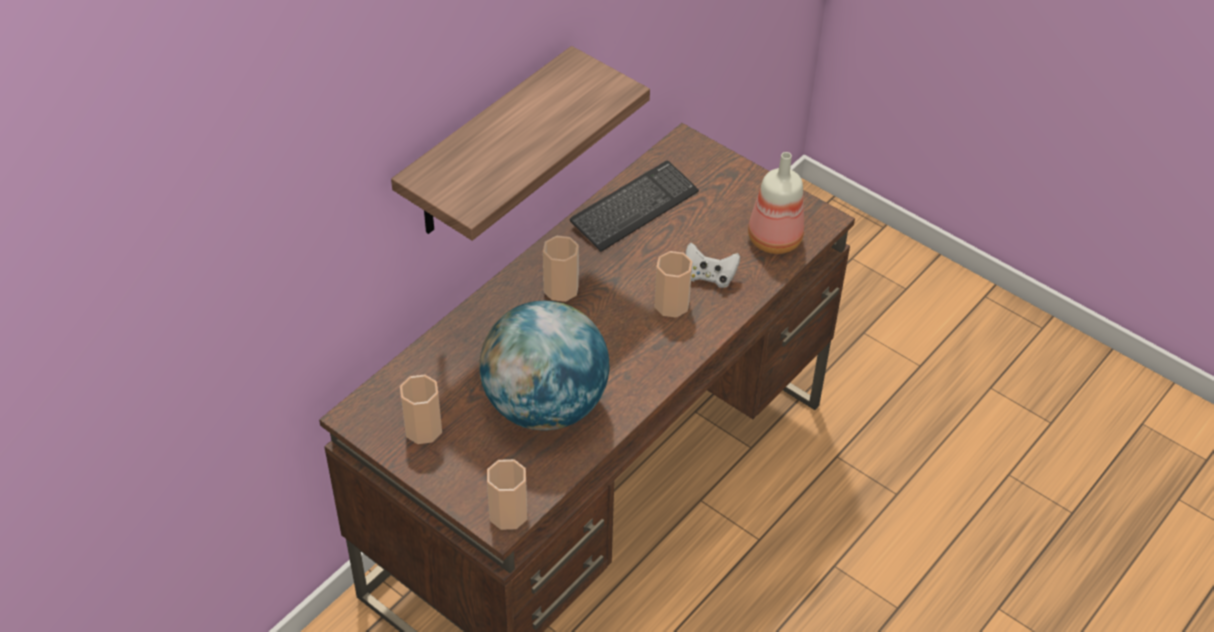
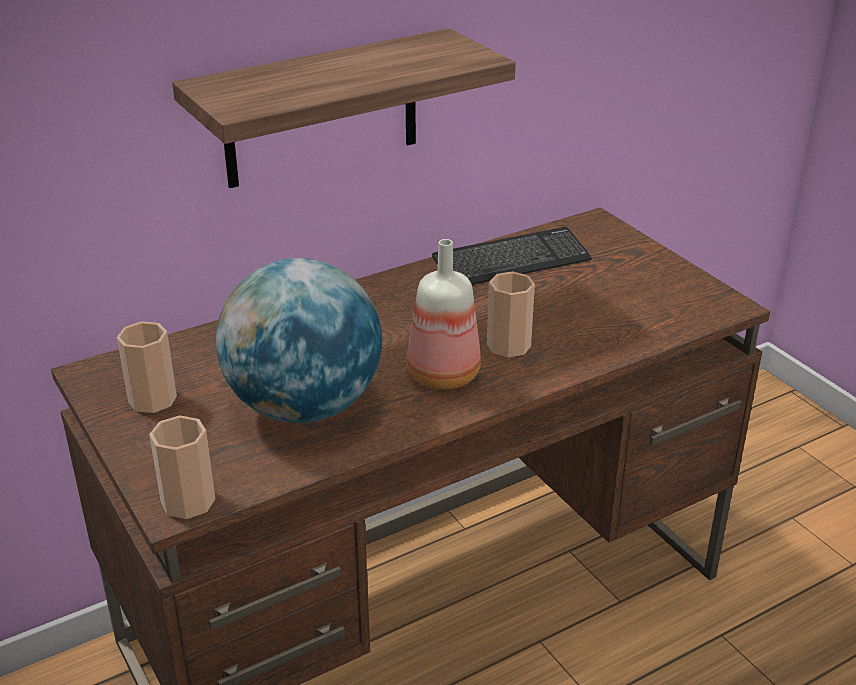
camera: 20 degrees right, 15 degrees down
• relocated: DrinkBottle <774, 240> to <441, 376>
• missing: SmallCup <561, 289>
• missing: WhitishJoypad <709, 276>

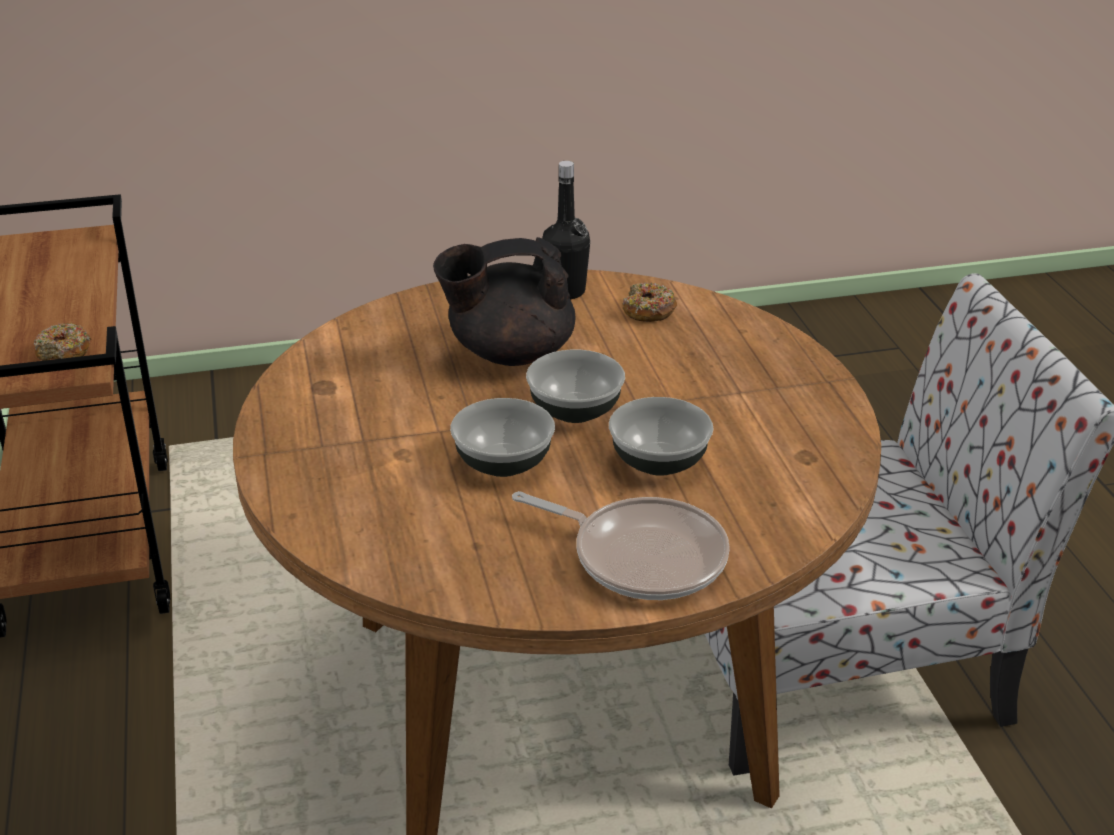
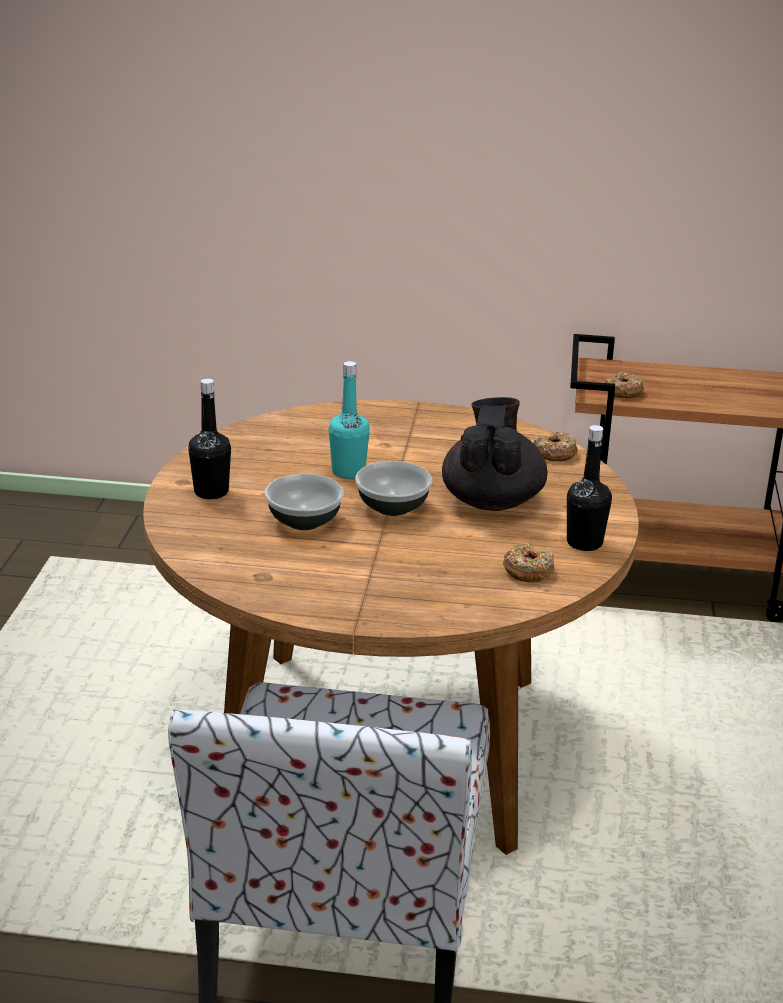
camera: 110 degrees right, 5 degrees down
• exchanged: FryingPan <641, 556> to BlackDrinkBottle <211, 492>
• exchanged: ServingBowl <502, 462> to BlueGreenDrinkBottle <348, 472>
• appeared: Donut <554, 453>

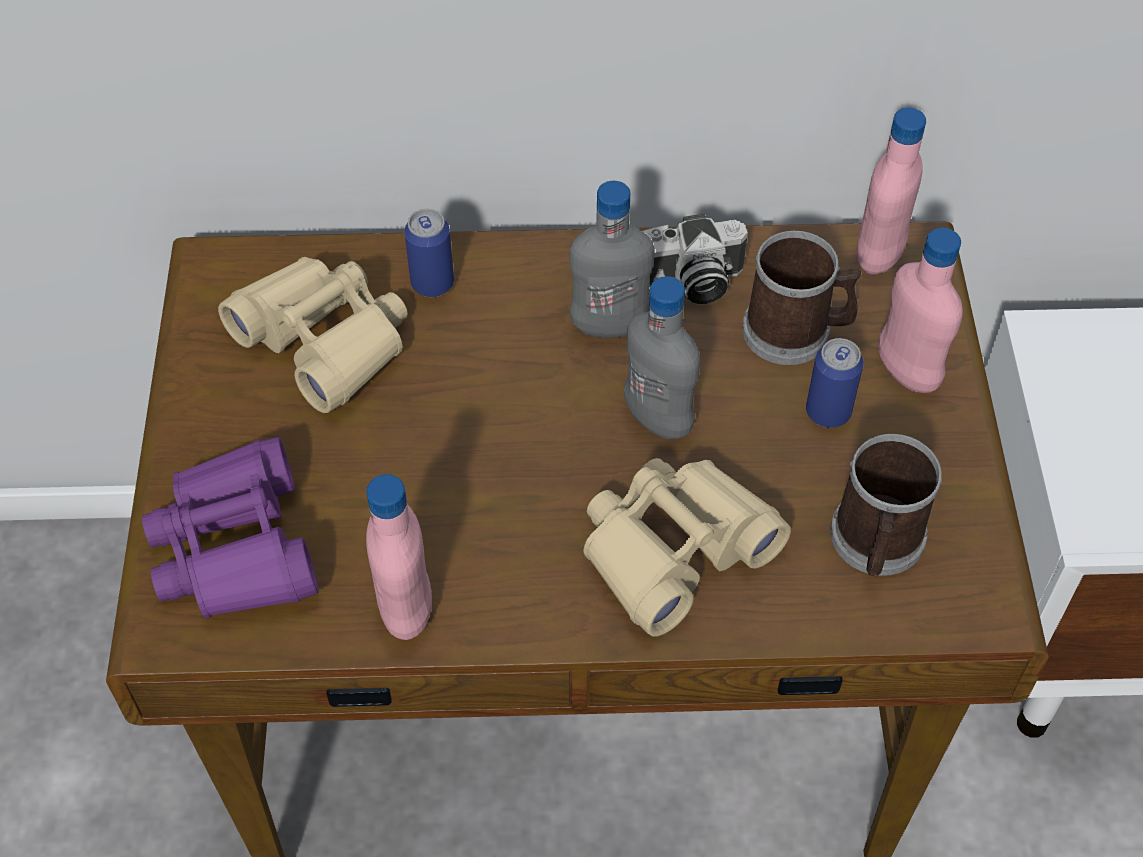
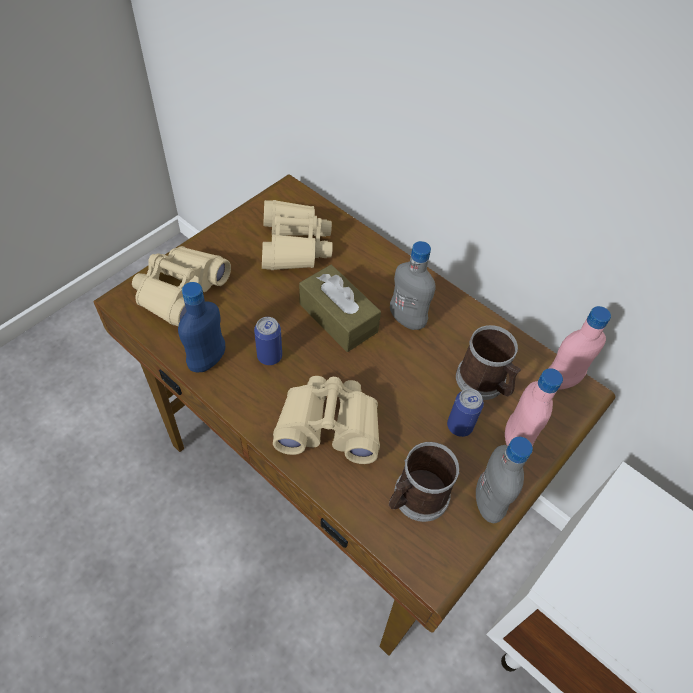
camera: 40 degrees right, 0 degrees up
• colour: PurpleBinoculars <235, 547> to BeigeBinoculars <180, 291>
• colour: PinkishDrinkBottle <406, 608> to BlueDrinkBottle <208, 360>
• relocated: MetalCan <432, 283> to <269, 356>
• appeared: BrownishTissueHolder <338, 318>
• relocated: GreyDrinkBottle <658, 419> to <488, 502>
• missing: PhotoCamera <687, 284>

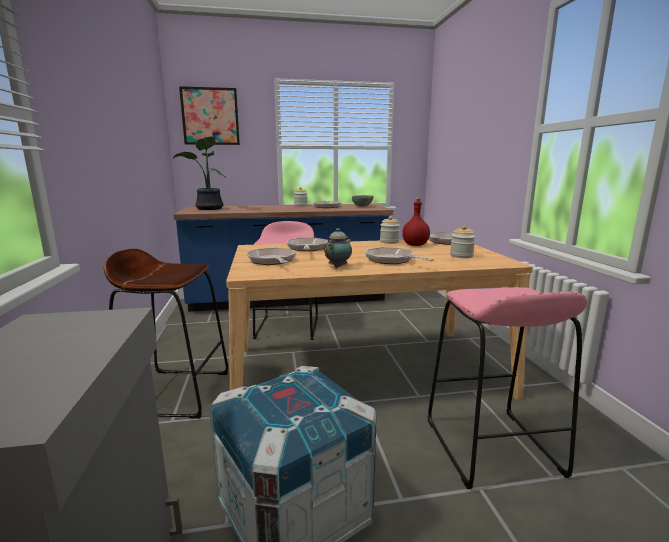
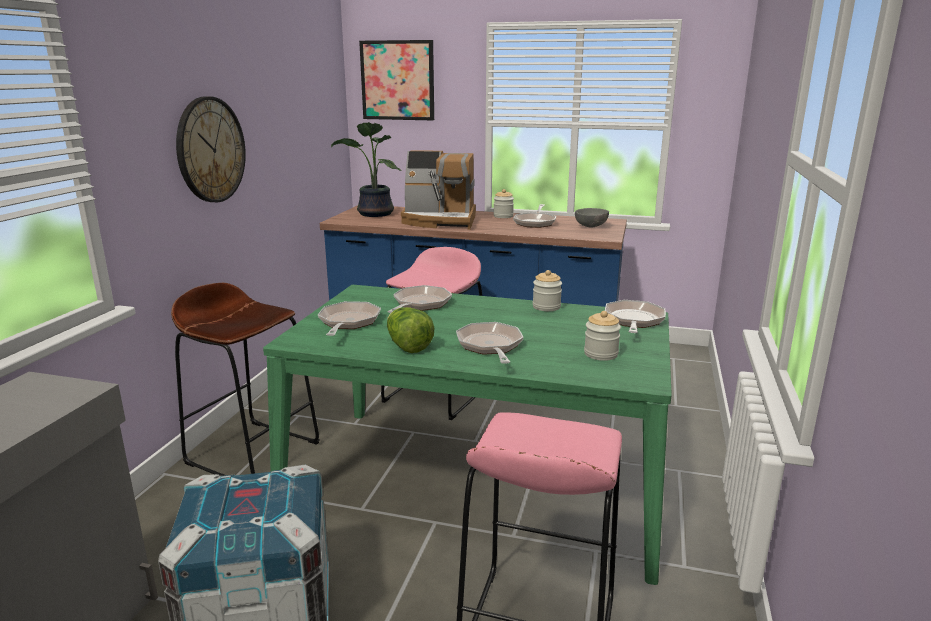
camera: 25 degrees right, 5 degrees up
• appeared: HangingClock <210, 150>
• colour: BeigeKitchenTable <365, 371> to GreenColouredKitchenTable <477, 482>
• exchanged: TeaPot <339, 267> to LettuceHead <408, 346>
• appeared: CoffeeBrewer <440, 221>
• missing: RedColouredDrinkBottle <415, 245>

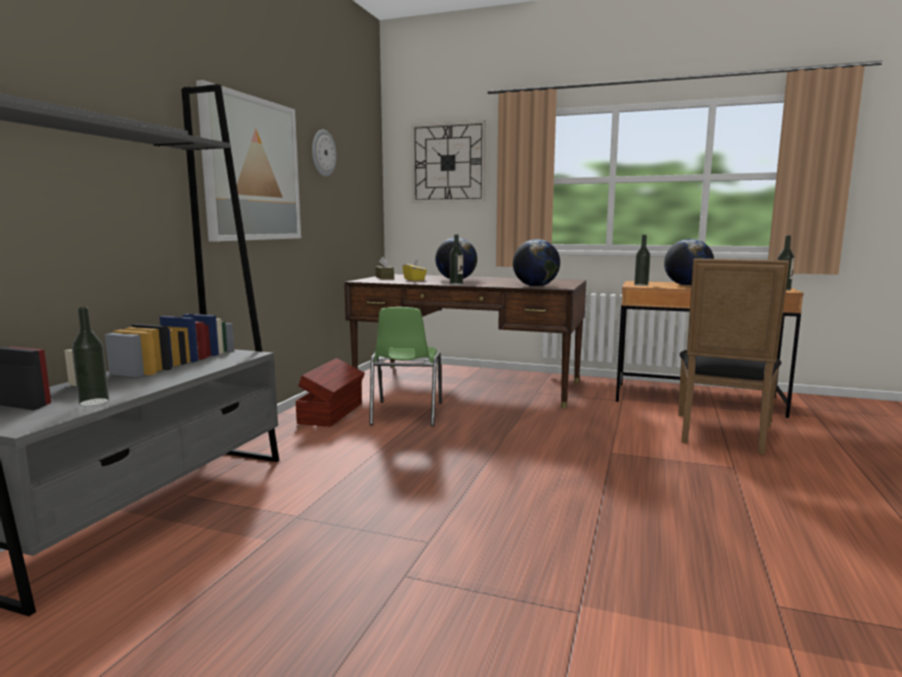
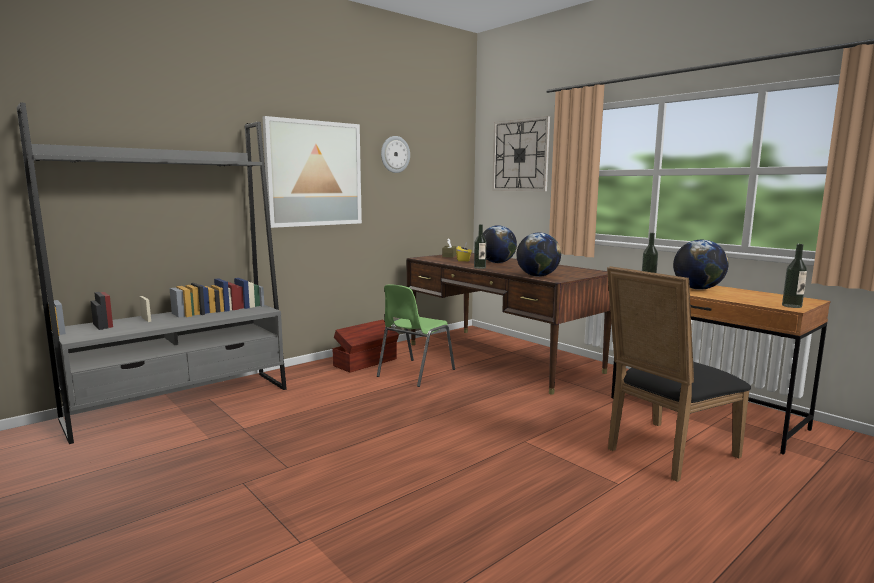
camera: 30 degrees right, 0 degrees up
• missing: DrinkBottle <94, 402>

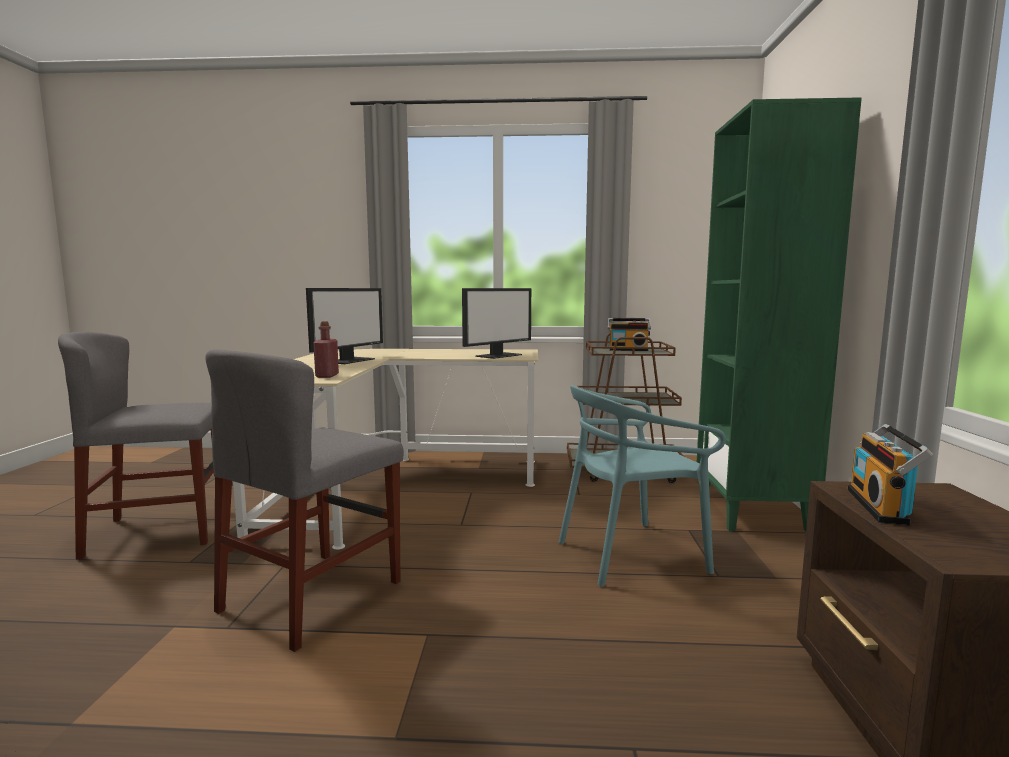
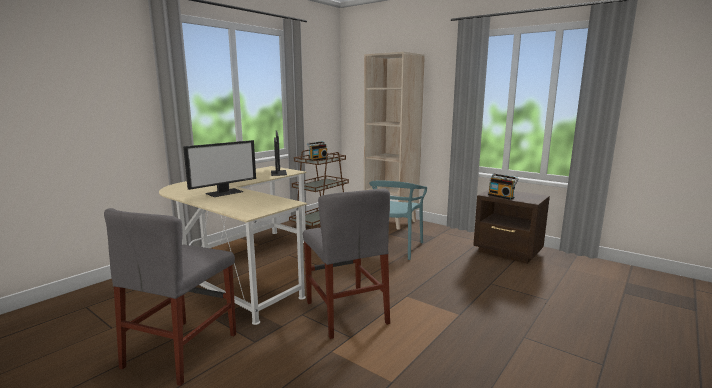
camera: 55 degrees left, 5 degrees up
• spun: ComputerDisplay <349, 360> = <224, 192> 75 degrees clockwise
• colour: GreenColouredShelvingUnit <753, 512> to BeigeShelvingUnit <391, 221>
• missing: RedColouredDrinkBottle <327, 376>

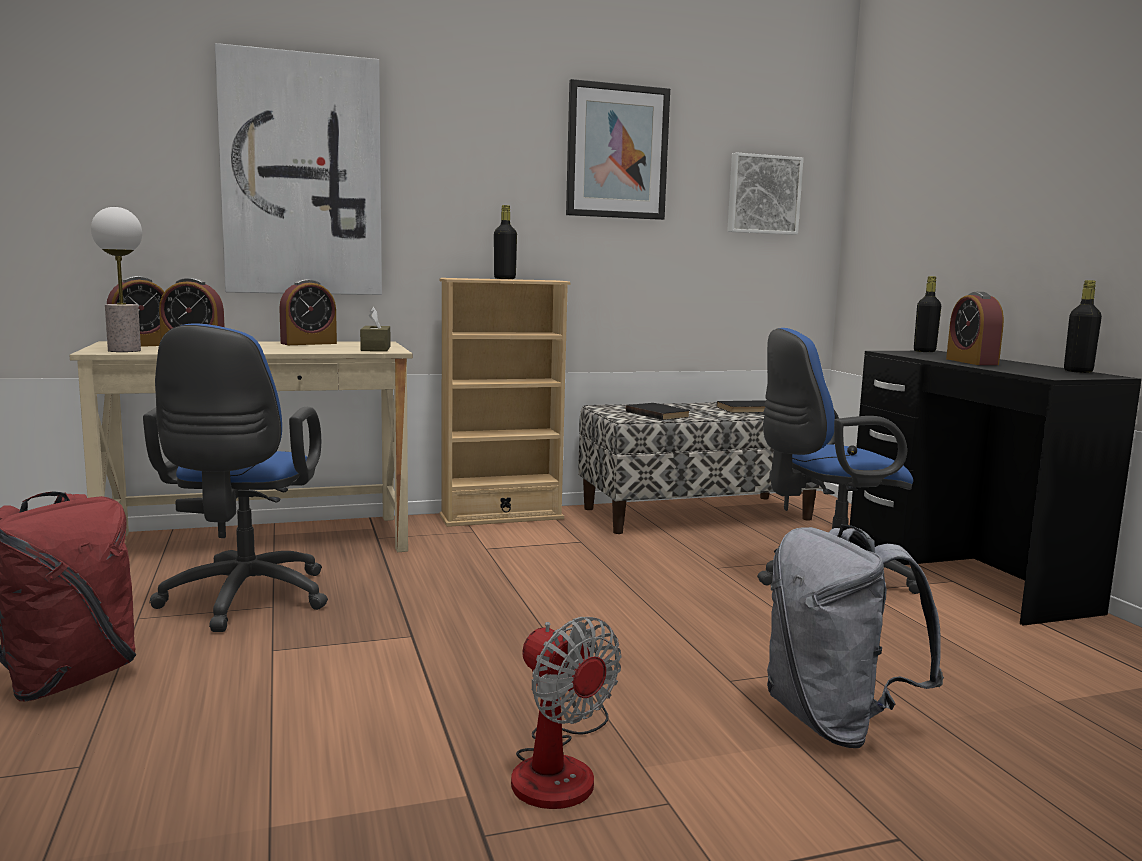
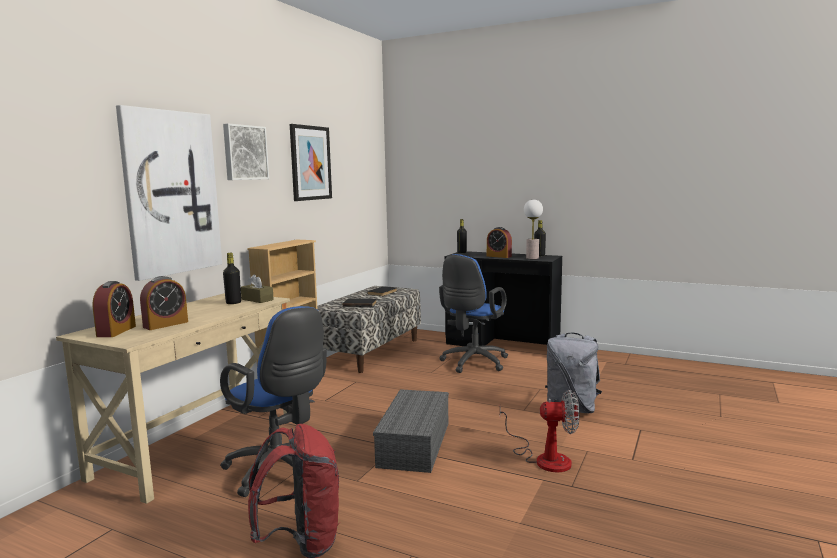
camera: 45 degrees left, 0 degrees up
• relocated: Picture <763, 194> to <244, 152>
• relocated: BlackDrinkBottle <504, 278> to <233, 303>
• appeared: GreyStorageBox <415, 445>
• relocated: LampForATable <124, 350> to <532, 258>
• missing: TableClock <308, 343>

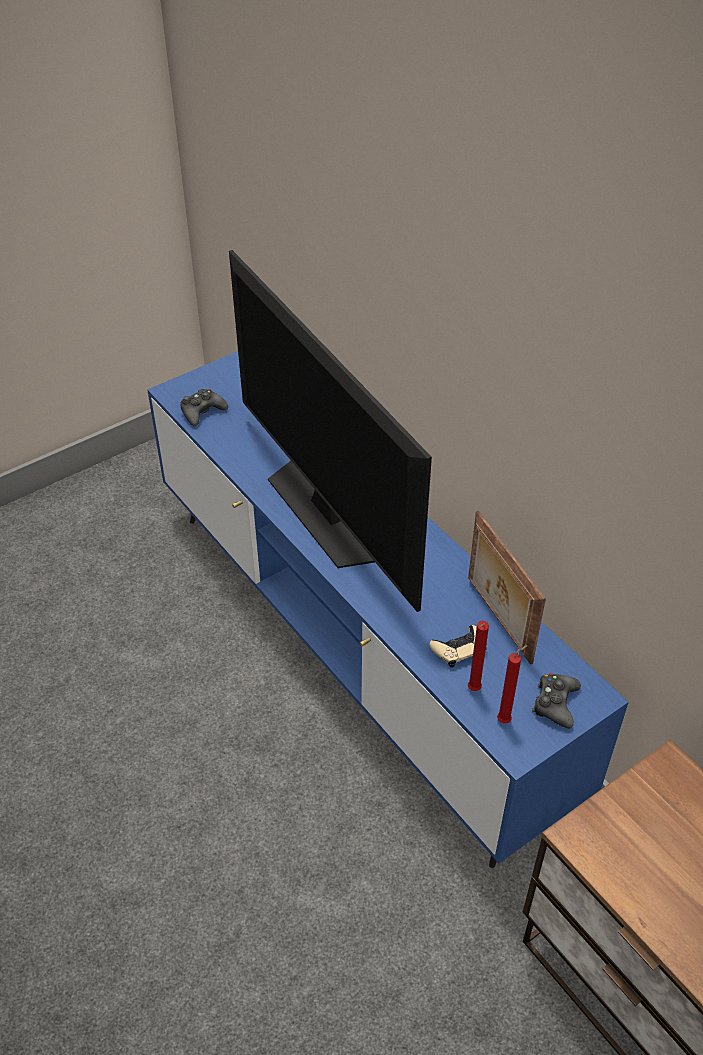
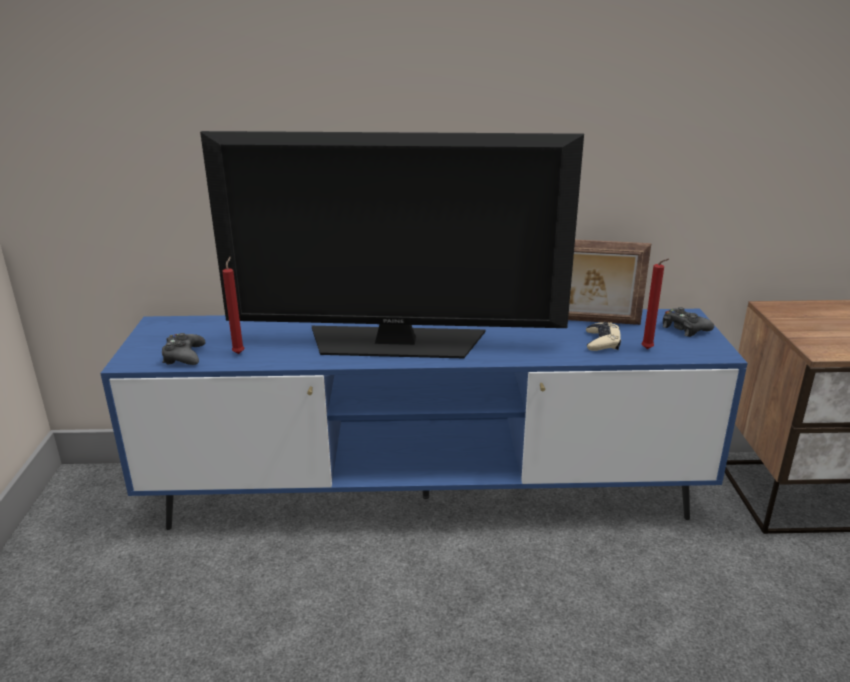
camera: 55 degrees left, 20 degrees down
• relocated: RedColouredWaxCandle <506, 720> to <239, 352>

